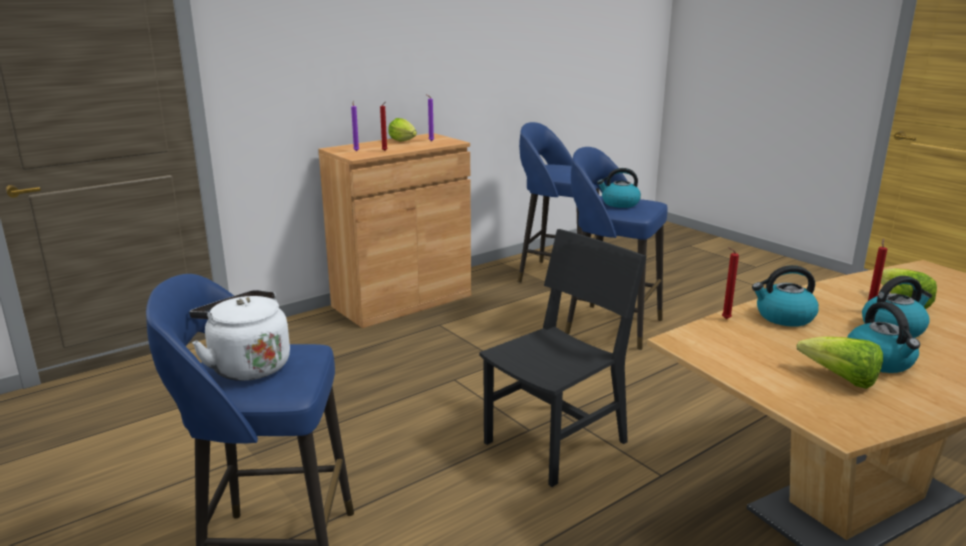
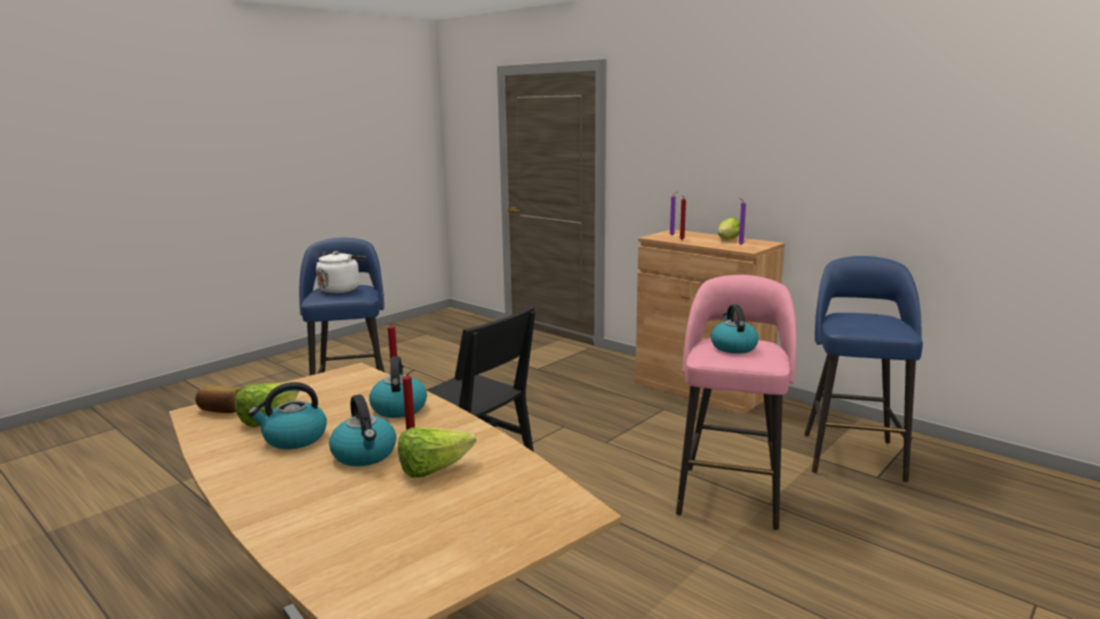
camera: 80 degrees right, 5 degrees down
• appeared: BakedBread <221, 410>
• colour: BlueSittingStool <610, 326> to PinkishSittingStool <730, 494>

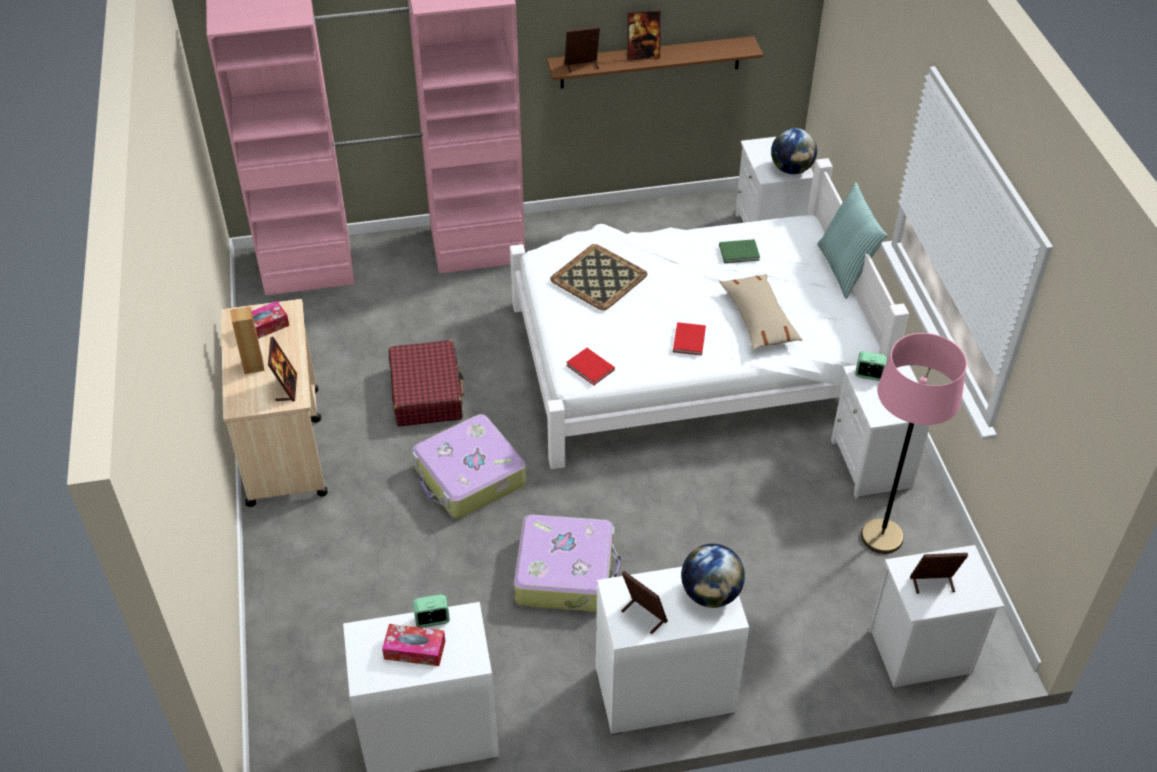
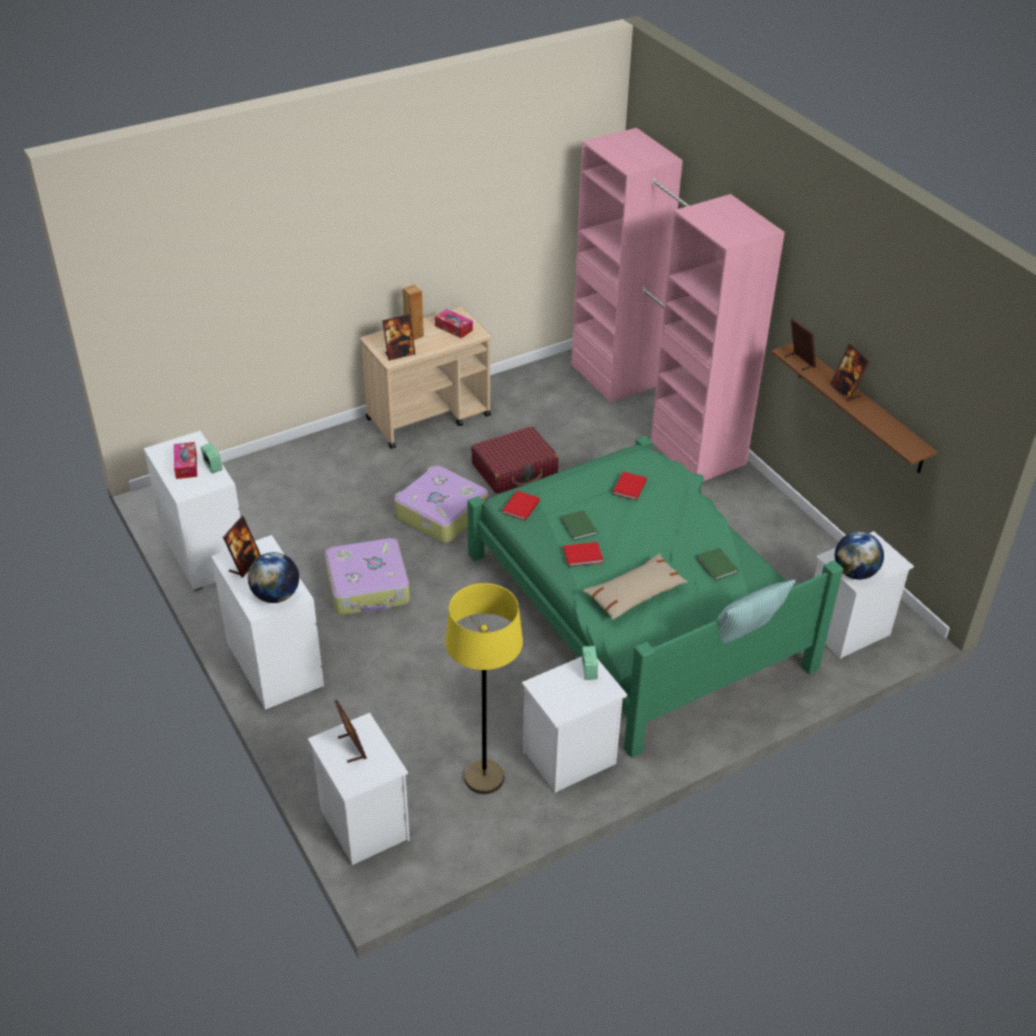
camera: 70 degrees right, 5 degrees down
• colour: PinkishFloorLamp <881, 537> to YellowishFloorLamp <484, 778>
• colour: WhitishSleepingBed <687, 359> to GreenColouredSleepingBed <636, 607>
• appeared: GreenColouredVolume <578, 527>
• exchanged: ServingTray <599, 278> to RedColouredVolume <628, 488>

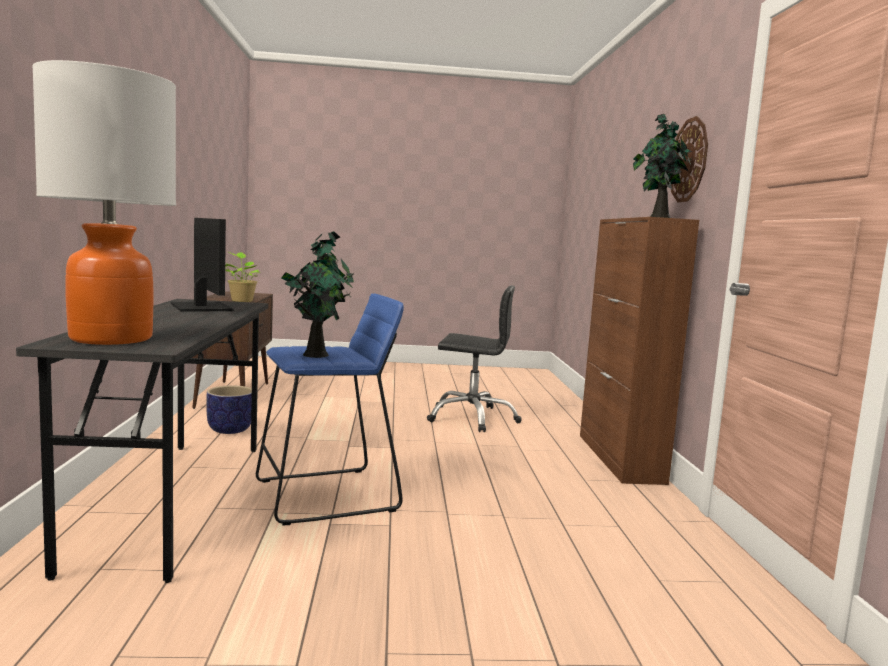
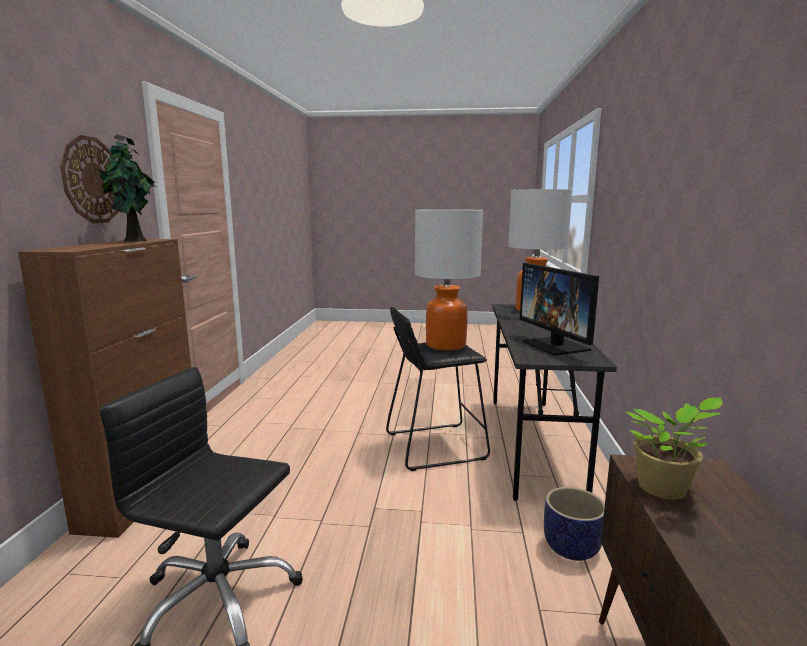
camera: 170 degrees left, 5 degrees up
• colour: BlueSittingStool <326, 496> to BlackSittingStool <435, 446>
• exchanged: PottedPlant <317, 354> to LampForATable <445, 345>

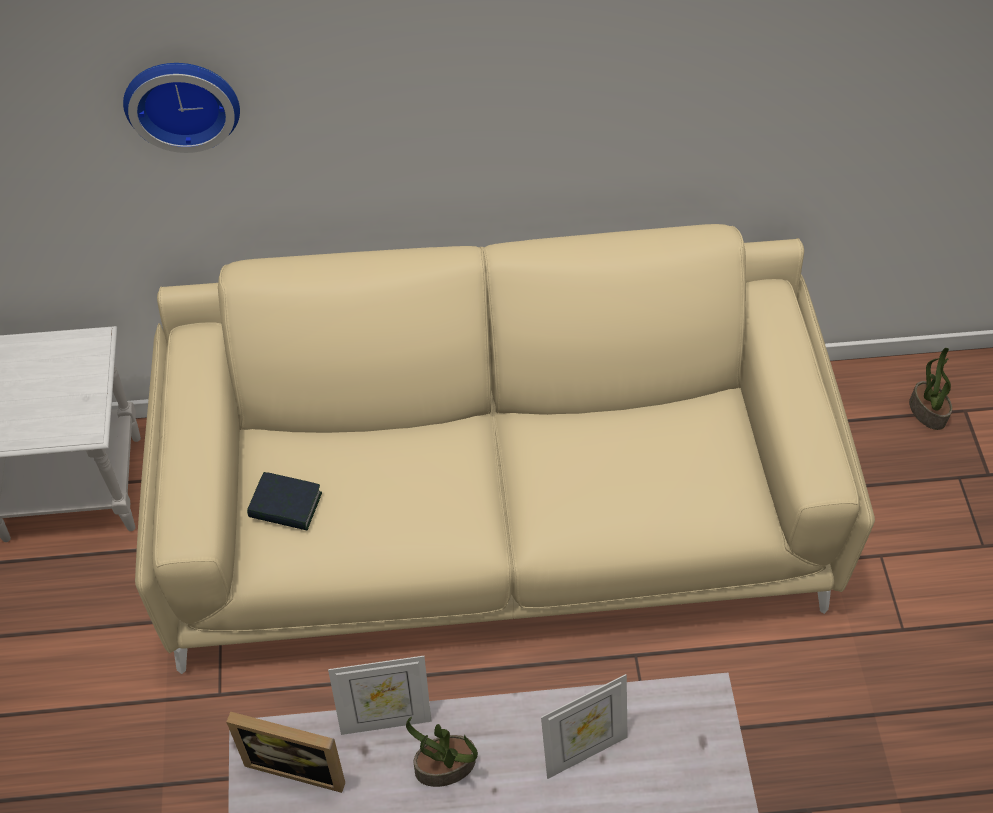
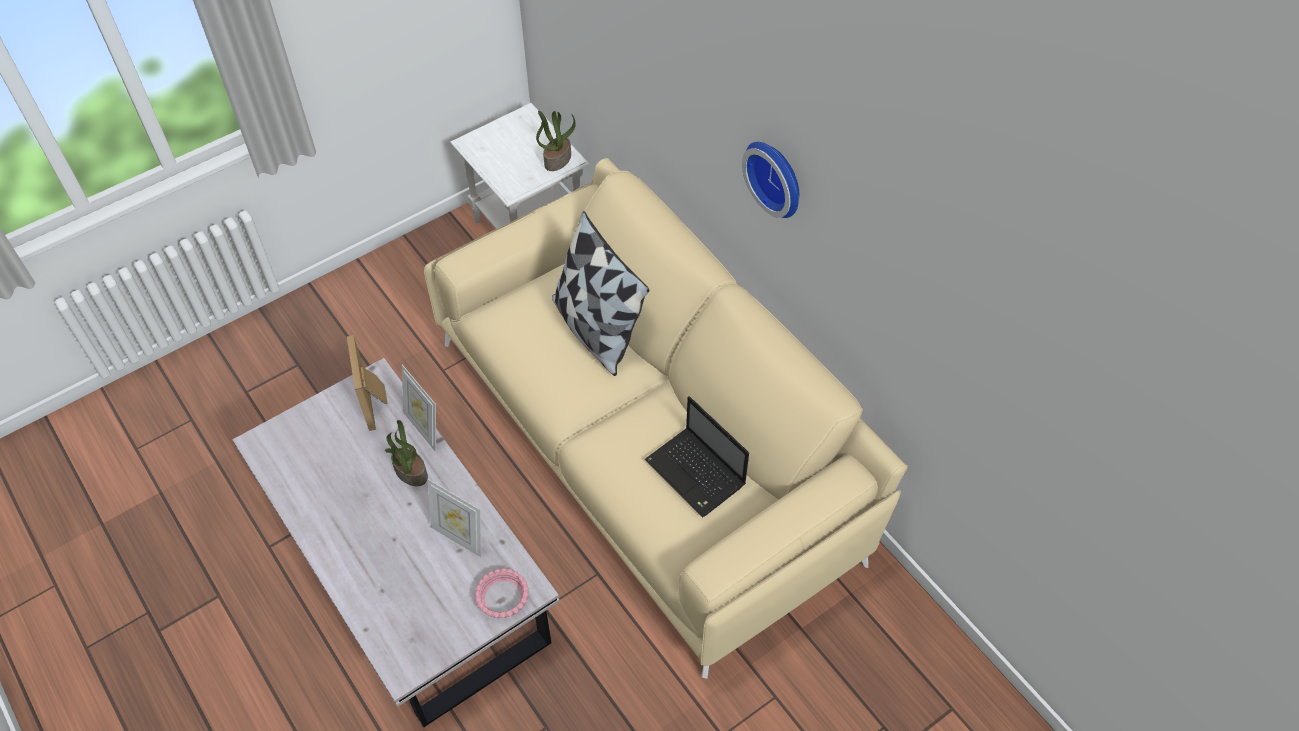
camera: 60 degrees right, 0 degrees up
• appeared: PinkishServingBowl <502, 597>
• relocated: PottedPlant <926, 412> to <557, 159>
• appeared: Pillow <596, 329>
• appeared: PortableComputer <697, 474>
• relocated: HangingClock <182, 100> to <777, 176>
• missing: Volume <285, 506>

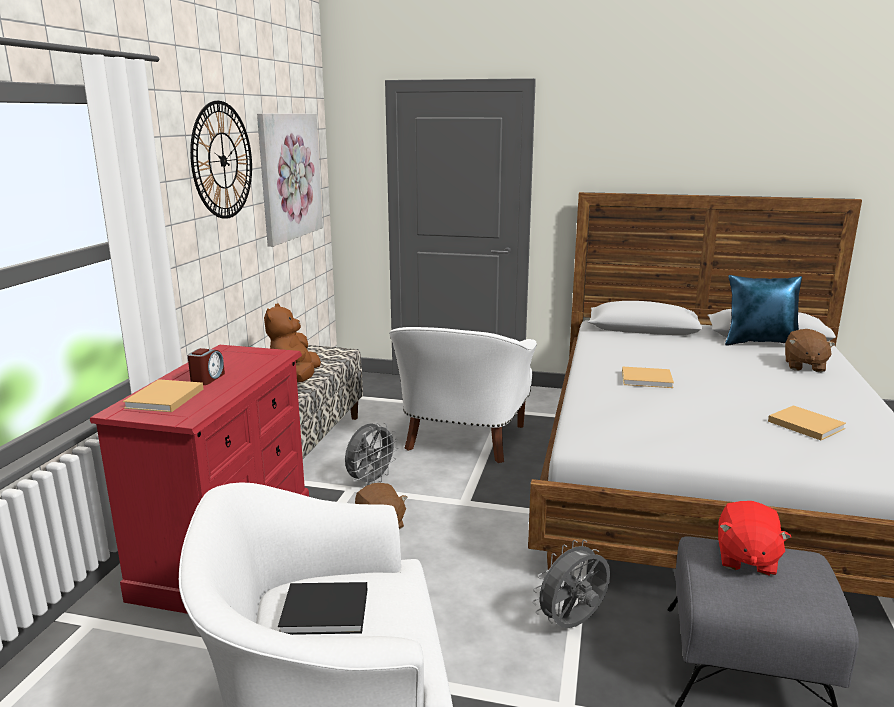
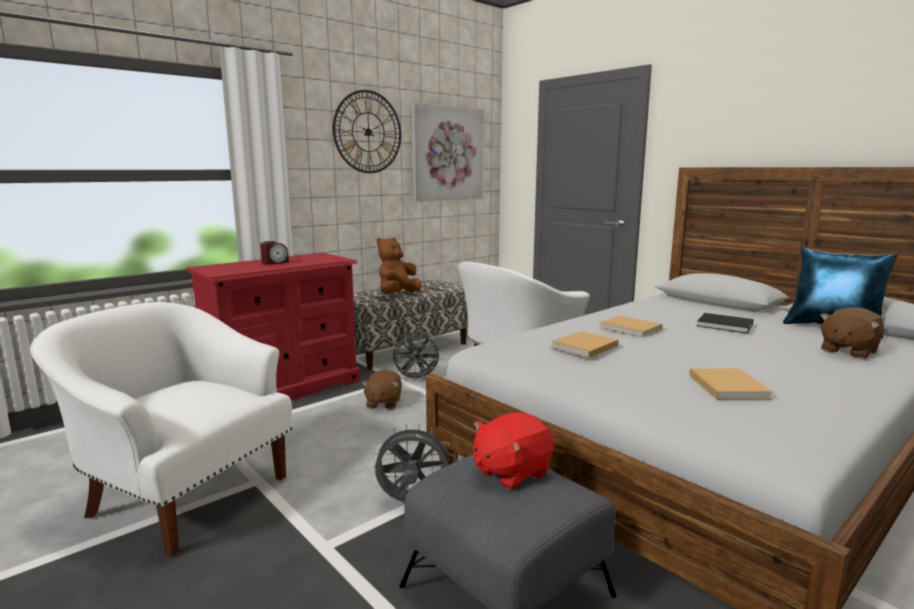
camera: 35 degrees right, 5 degrees down
• relocated: BeigeVolume <163, 399> to <583, 347>
• relocated: BlackVolume <327, 611> to <726, 325>

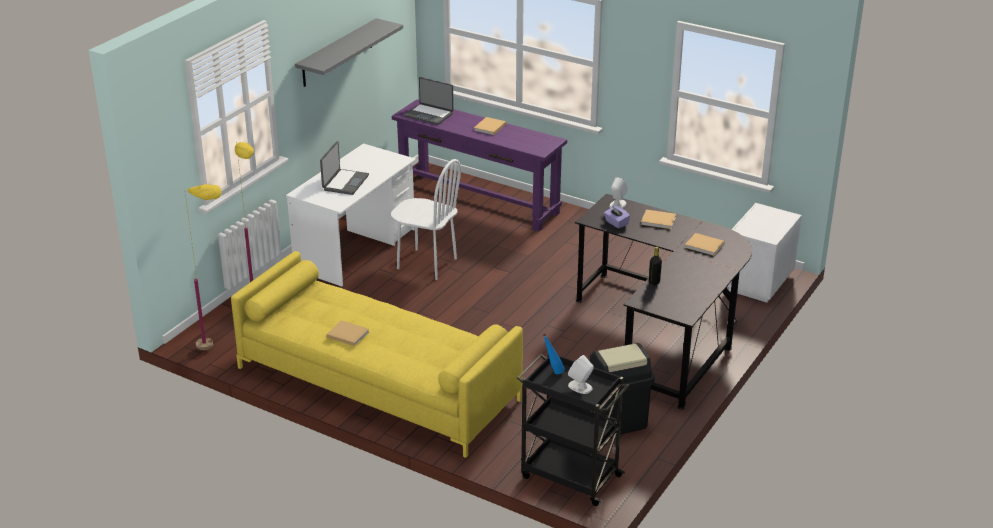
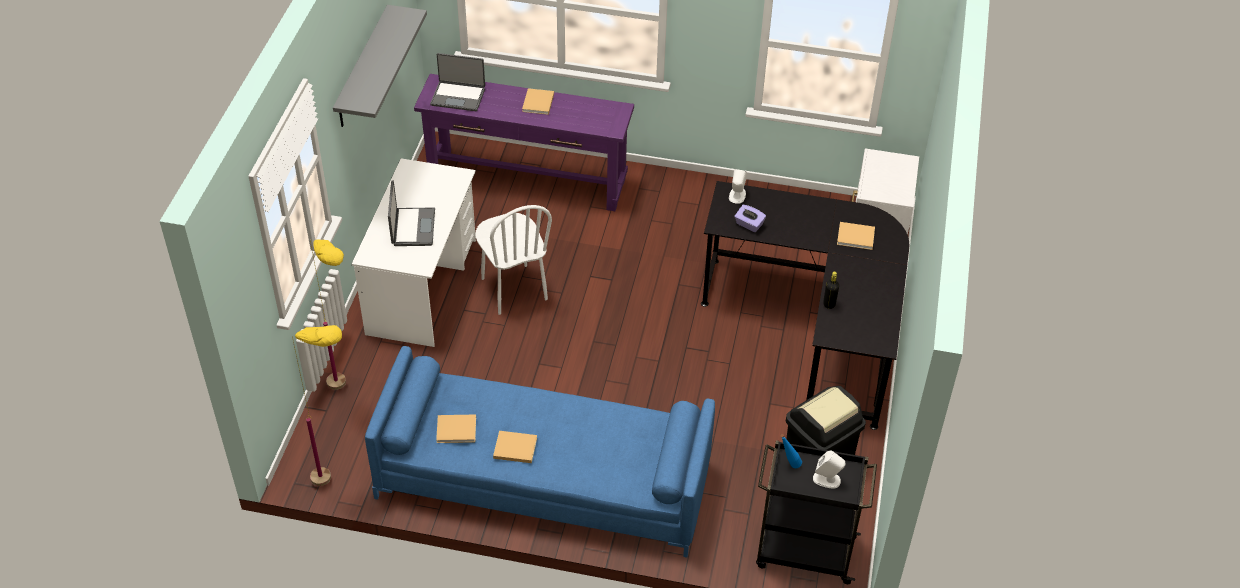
camera: 20 degrees left, 15 degrees up
• colour: YellowishSettee <377, 383> to BlueSettee <543, 479>
• relocated: BeigeVolume <659, 221> to <458, 430>
• spun: WhitishPlainChair <426, 264> = <513, 289> 60 degrees clockwise

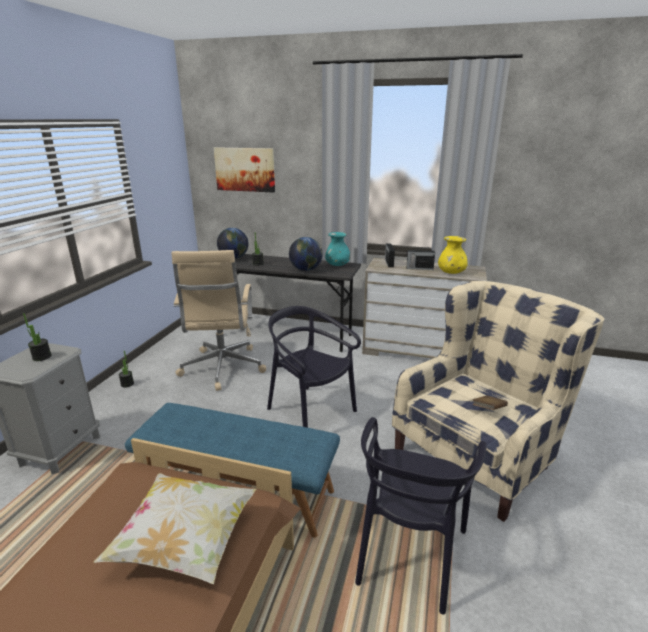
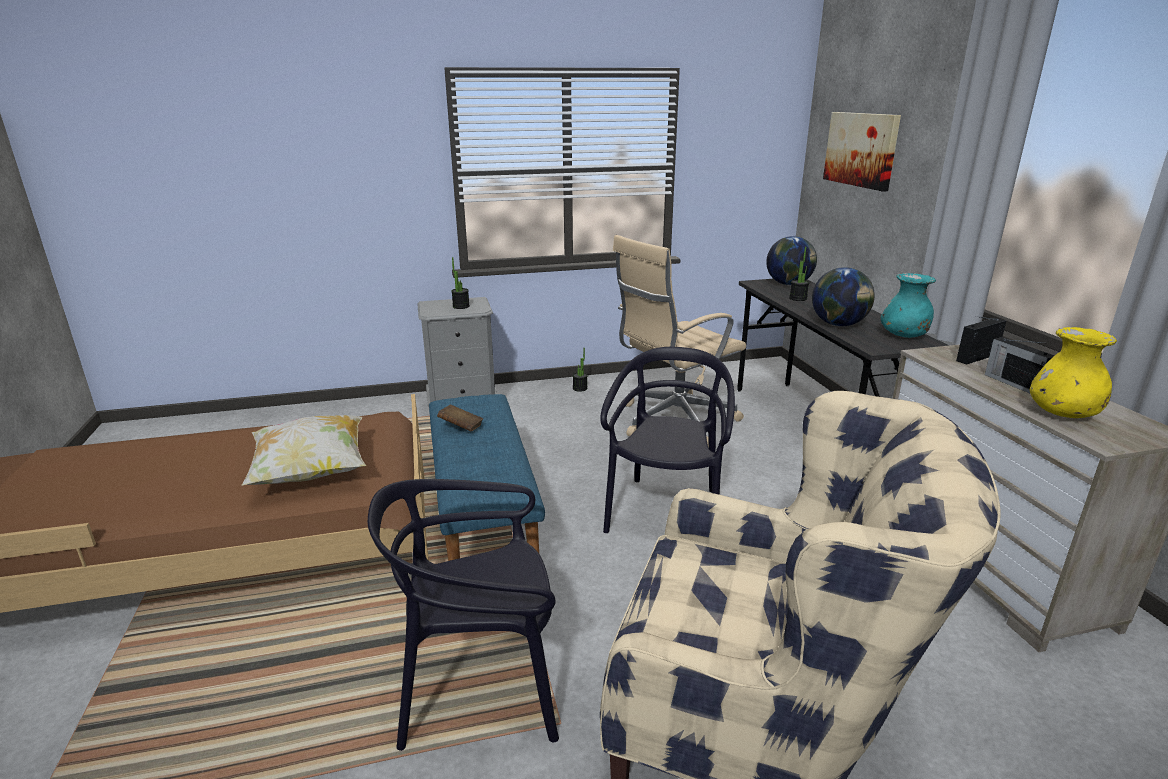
camera: 60 degrees right, 0 degrees up
• relocated: BrownishVolume <488, 410> to <461, 427>

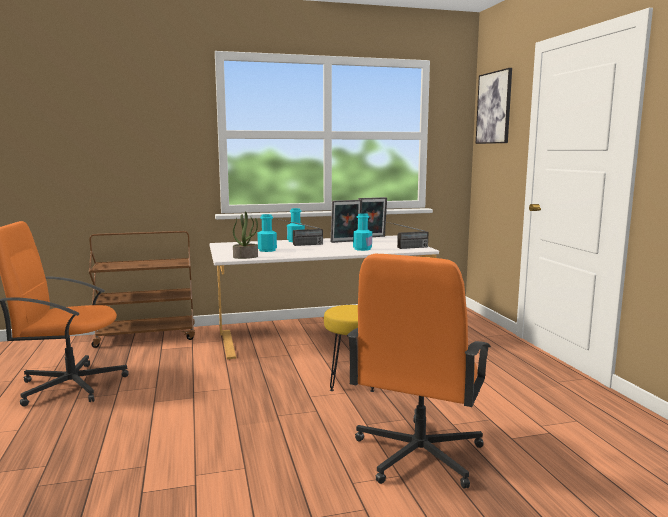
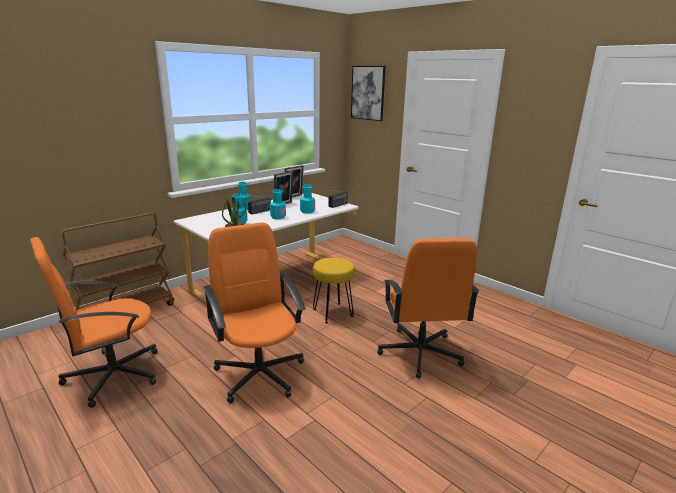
camera: 30 degrees left, 10 degrees up
• appeared: OrangeOfficeChair <259, 373>
• appeared: BlueGreenDrinkBottle <278, 217>

